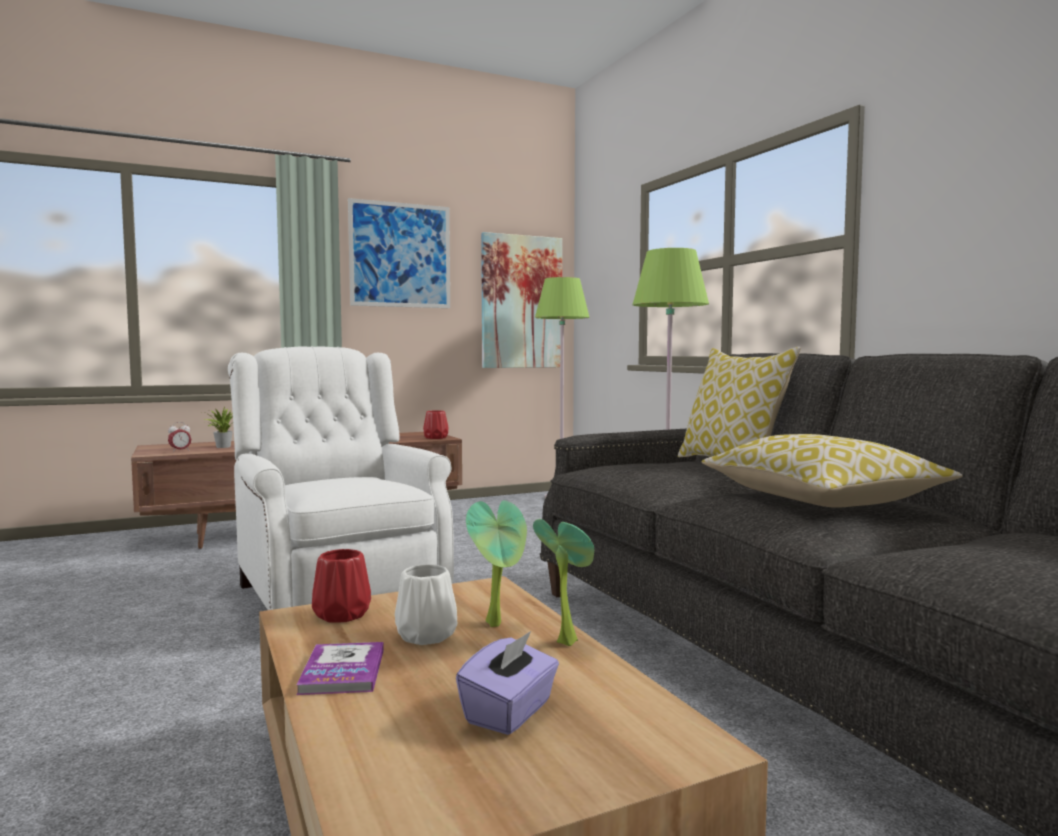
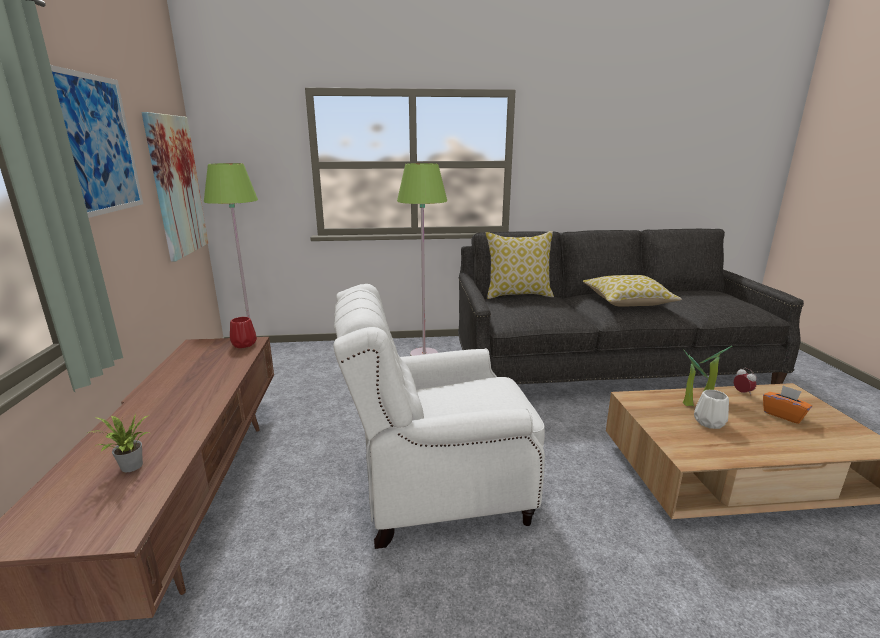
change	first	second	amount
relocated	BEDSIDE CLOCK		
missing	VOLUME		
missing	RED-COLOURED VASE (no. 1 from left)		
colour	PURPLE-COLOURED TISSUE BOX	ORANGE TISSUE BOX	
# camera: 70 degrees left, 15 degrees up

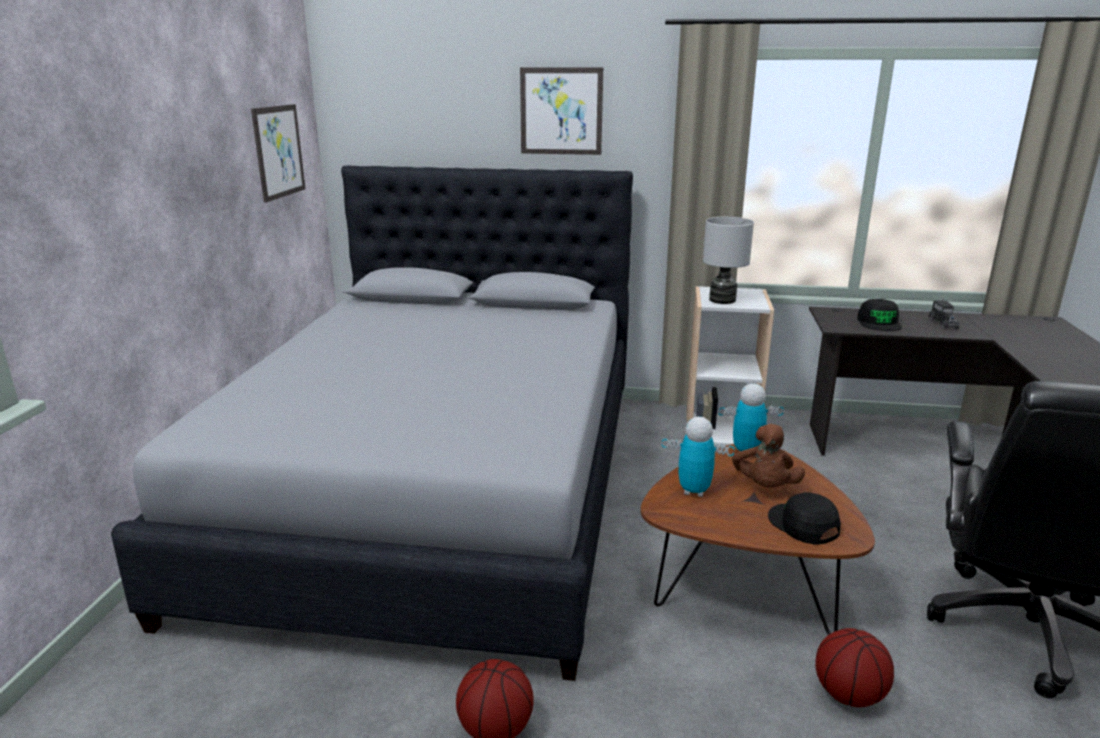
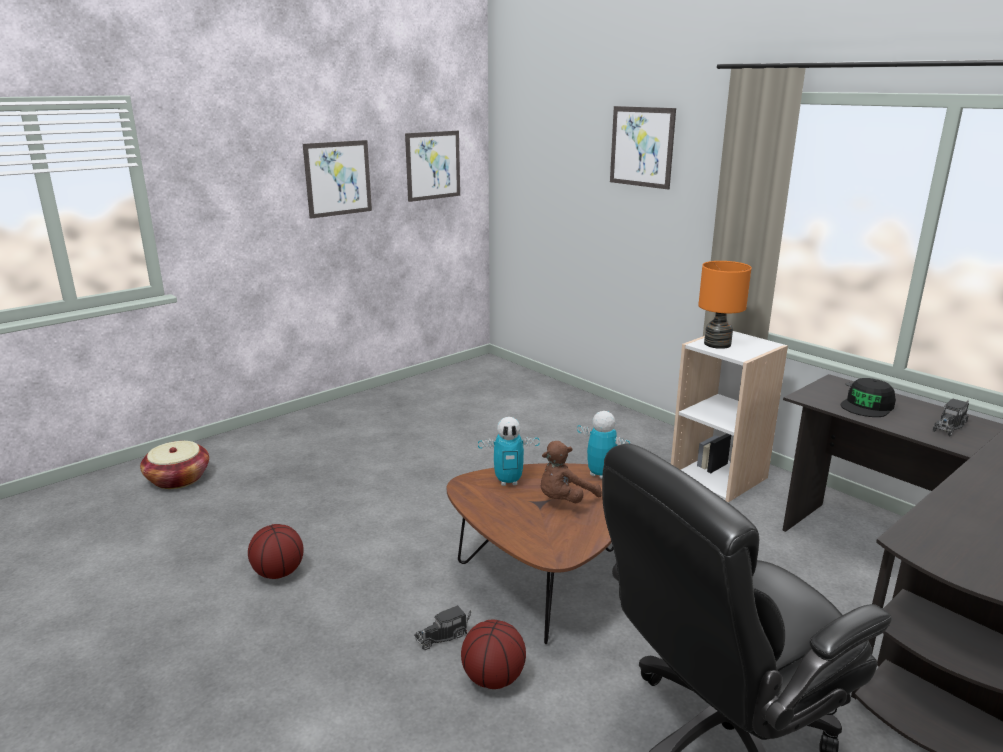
change	first	second	amount
missing	GREY BED		
spun	TOY ROBOT (no. 1 from left)		120 degrees clockwise
colour	GREY TABLE LAMP	ORANGE TABLE LAMP	
missing	BLACK BASEBALL CAP (no. 1 from left)		
appeared		HOUSEHOLD BASKET	
appeared		WALL PICTURE (no. 1 from left)	
appeared		MODEL TRUCK (no. 1 from left)	
# camera: 40 degrees right, 0 degrees up

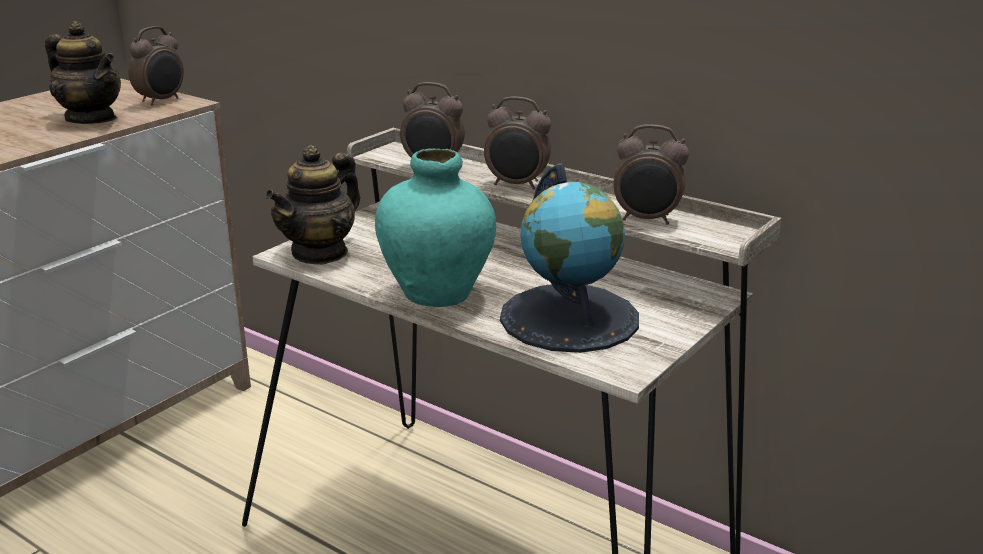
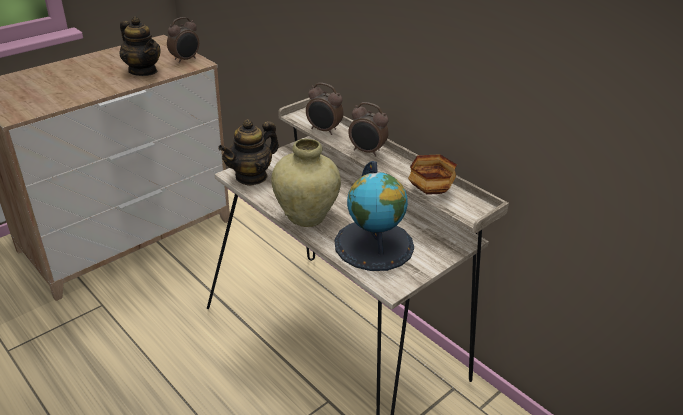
change	first	second	amount
colour	BLUE-GREEN VASE	SAND-COLOURED VASE	
exchanged	BEDSIDE CLOCK (no. 4 from left)	DEEP DISH	
# camera: 10 degrees right, 10 degrees up

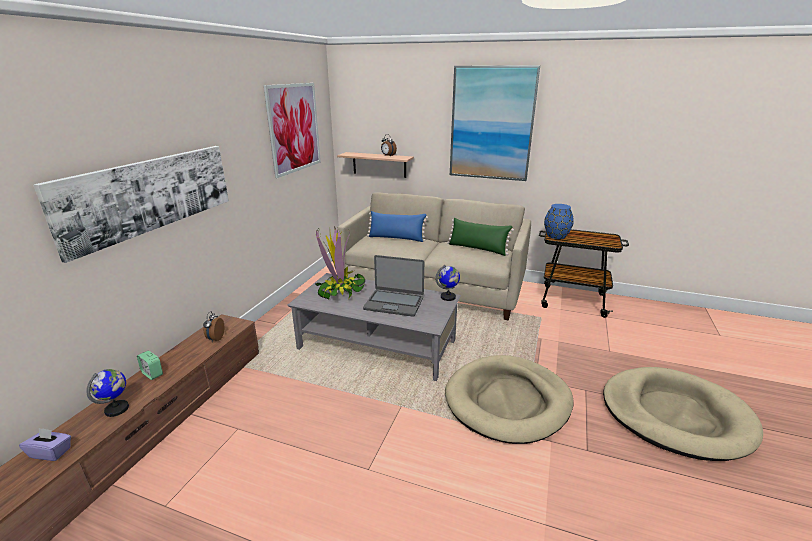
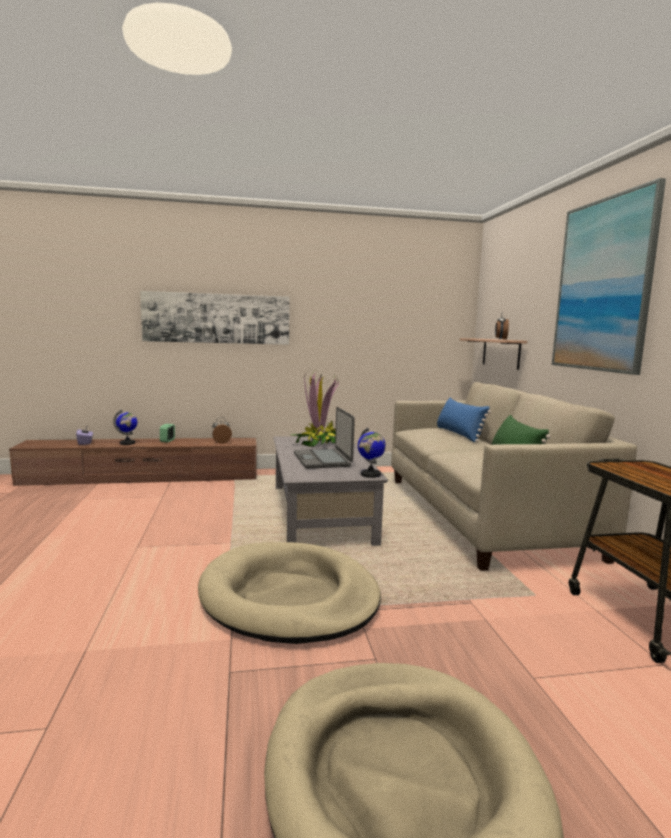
change	first	second	amount
missing	WALL PICTURE (no. 2 from left)		
missing	BLUISH VASE		
# camera: 60 degrees right, 15 degrees down

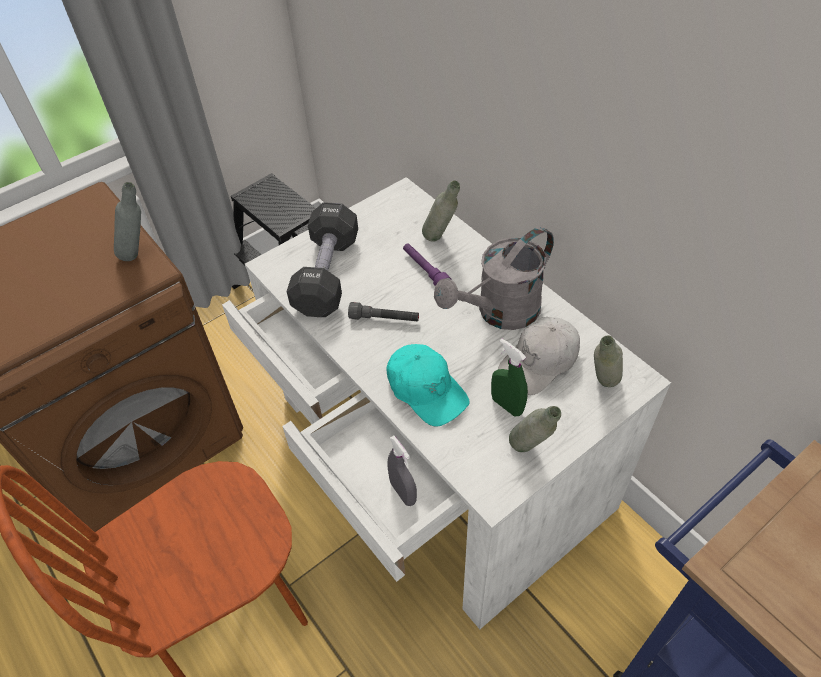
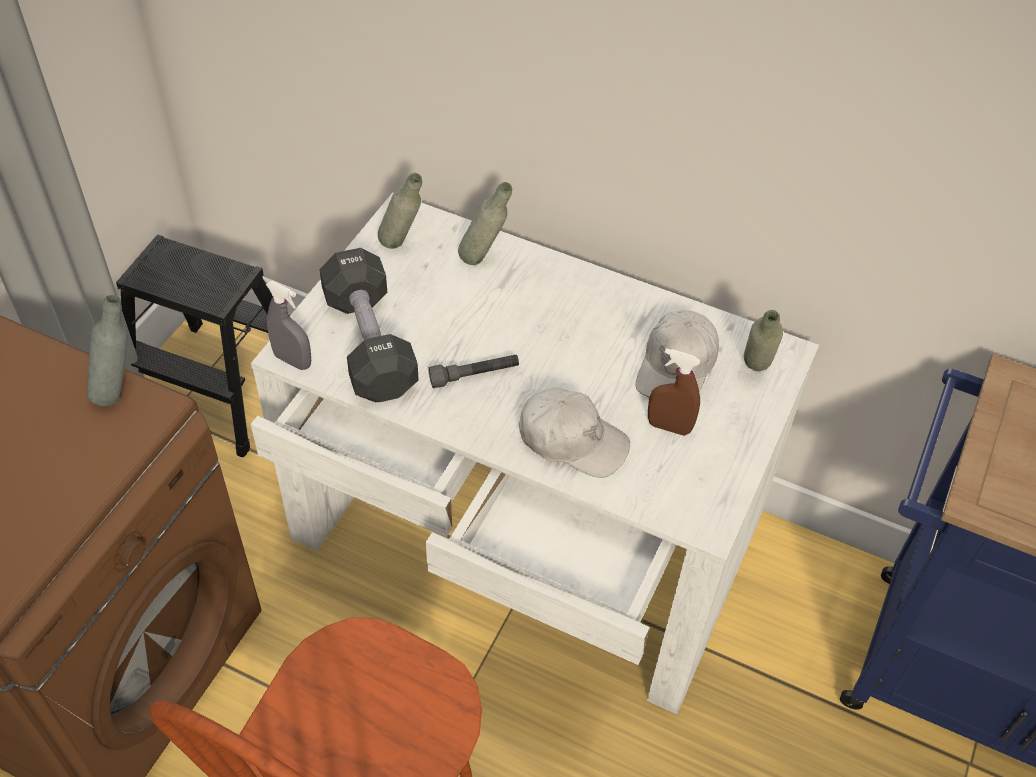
change	first	second	amount
colour	BLUE-GREEN BASEBALL CAP	WHITISH BASEBALL CAP (no. 1 from left)	
relocated	GREY HAND SPRAYER		
missing	PURPLE-COLOURED FLASHLIGHT		
missing	GREY WATERING CAN		
colour	GREENISH HAND SPRAYER	BROWN HAND SPRAYER	
relocated	GREY BEVERAGE BOTTLE (no. 3 from left in the first image)	GREY BEVERAGE BOTTLE (no. 2 from left)	
# camera: 30 degrees left, 0 degrees up

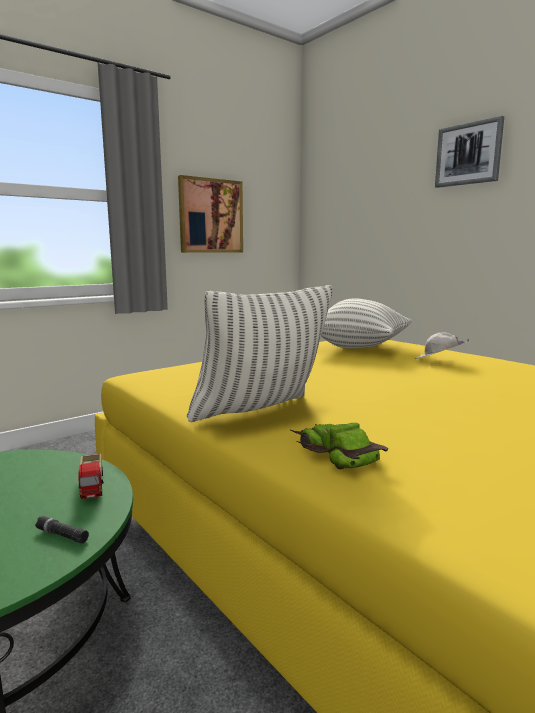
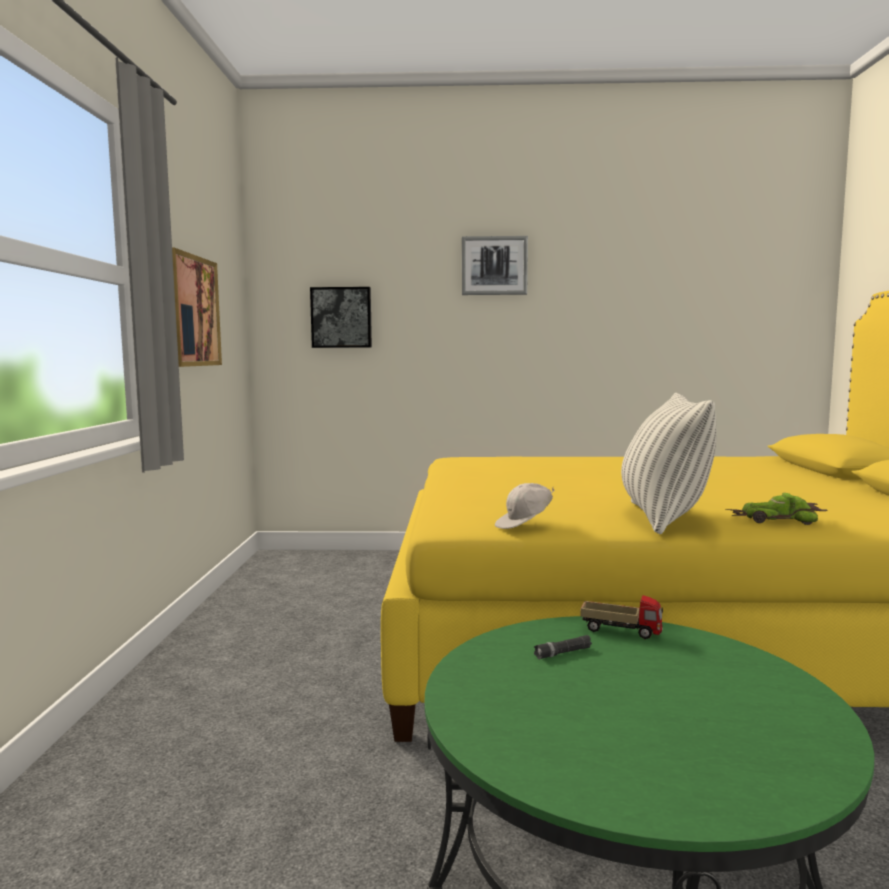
change	first	second	amount
relocated	BLACK FLASHLIGHT		
missing	PILLOW (no. 2 from left)		
relocated	WHITISH BASEBALL CAP		
appeared		WALL PICTURE (no. 2 from left)	
# camera: 50 degrees left, 5 degrees down

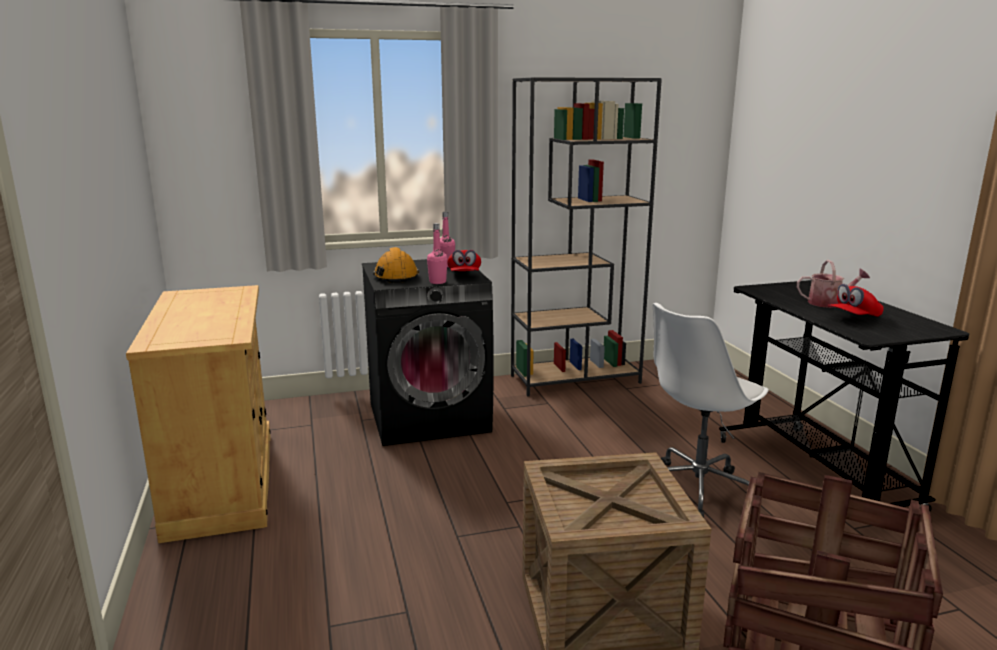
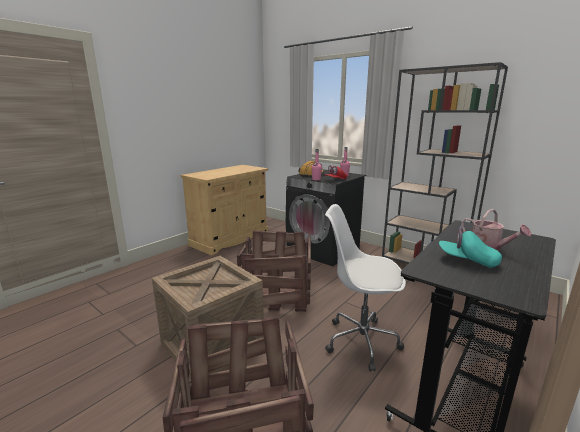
change	first	second	amount
colour	RED-COLOURED BASEBALL CAP (no. 2 from left)	BLUE-GREEN BASEBALL CAP	
appeared		PACKING CRATE (no. 3 from left)	
# camera: 55 degrees right, 0 degrees up

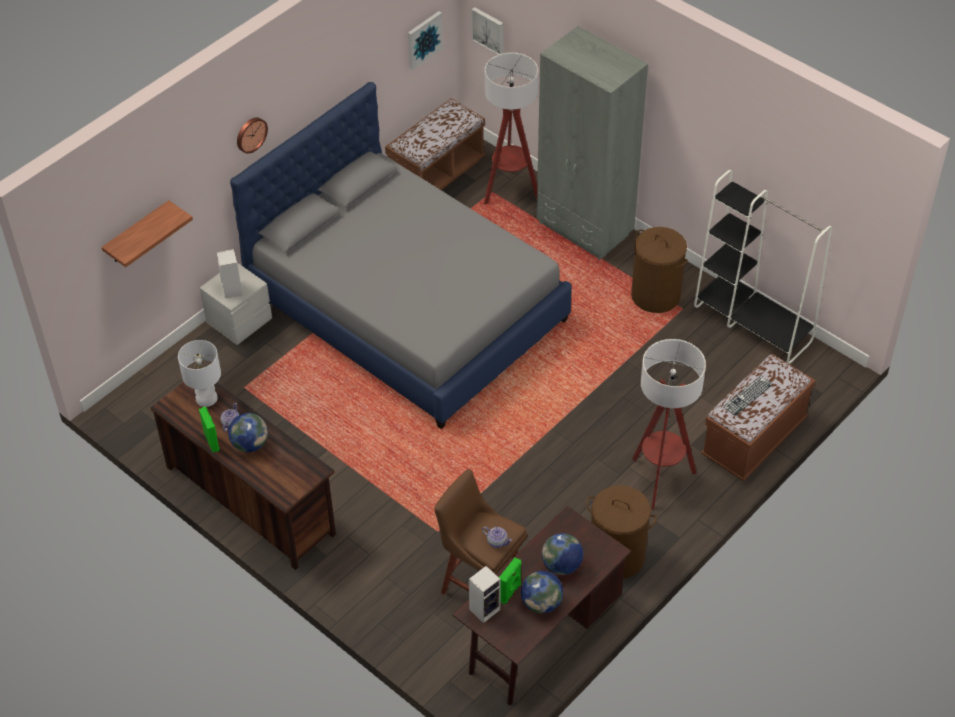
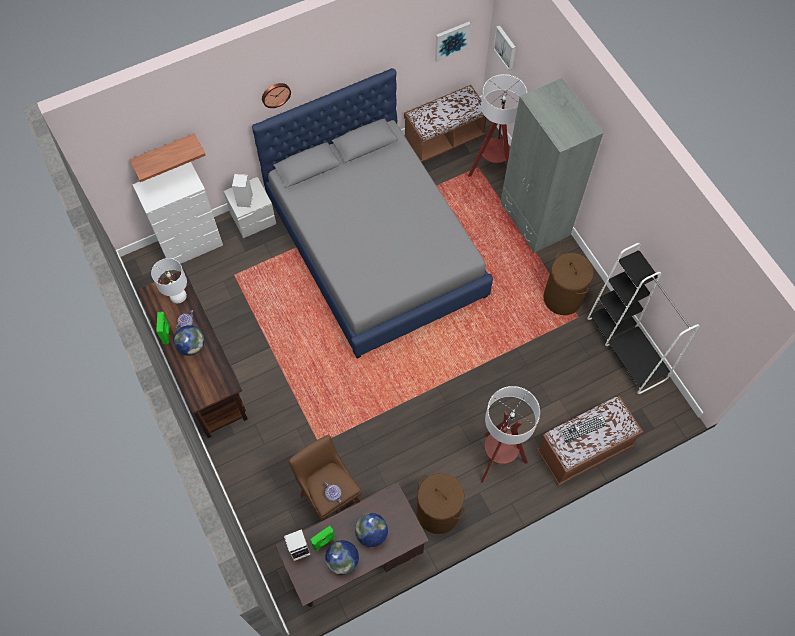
change	first	second	amount
appeared		WHITISH DRAWER CHEST	
# camera: 20 degrees right, 15 degrees up

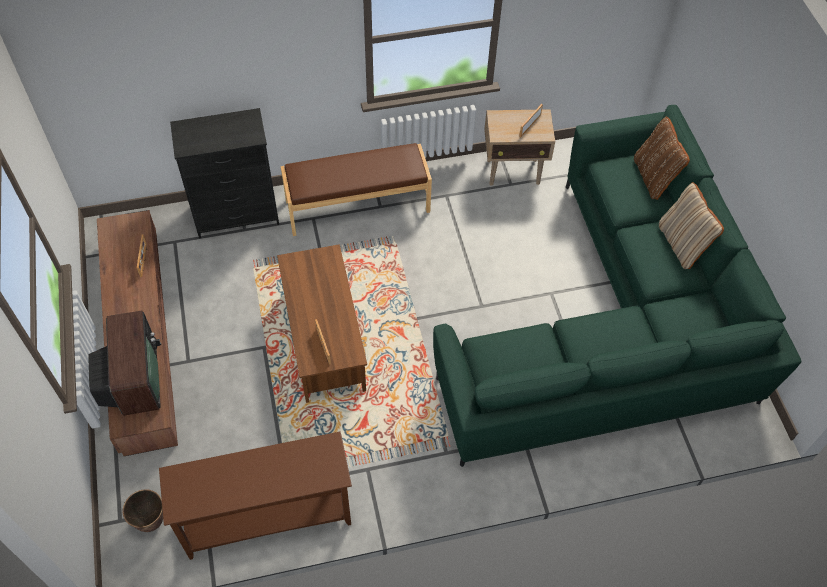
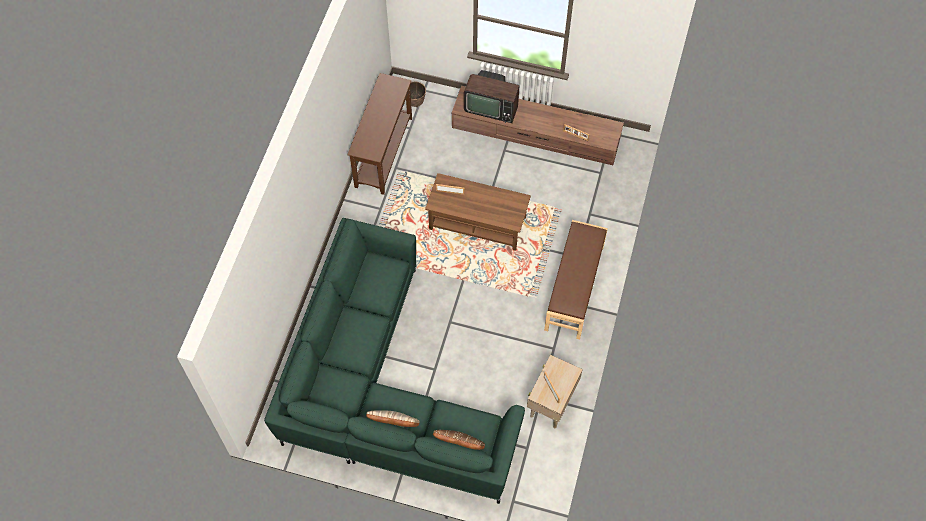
change	first	second	amount
missing	BLACK DRAWER CHEST		
# camera: 120 degrees right, 5 degrees up

